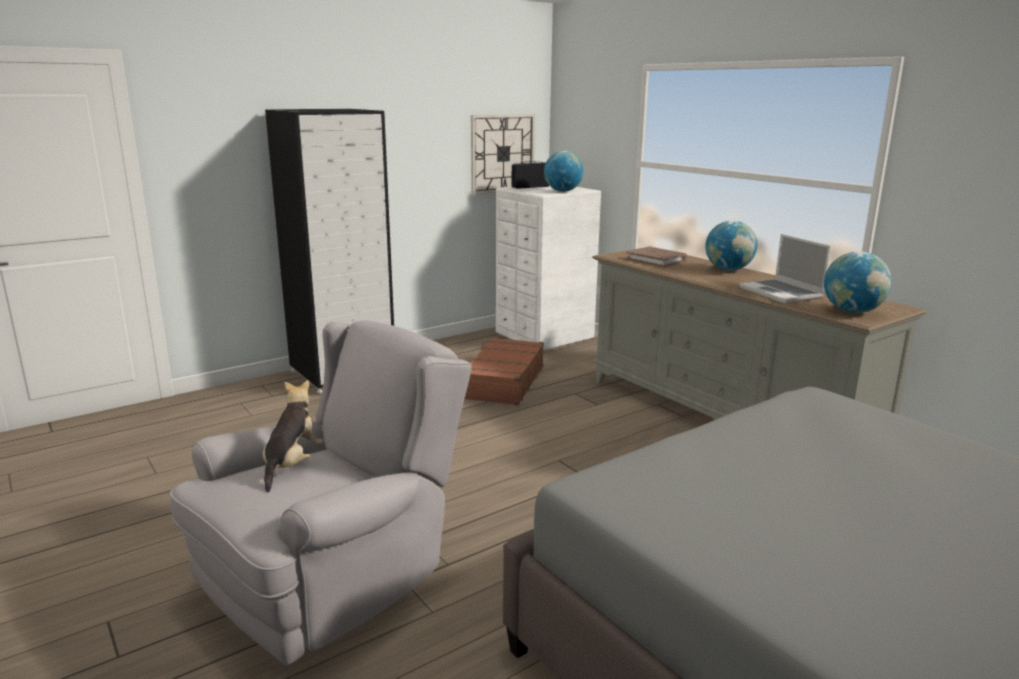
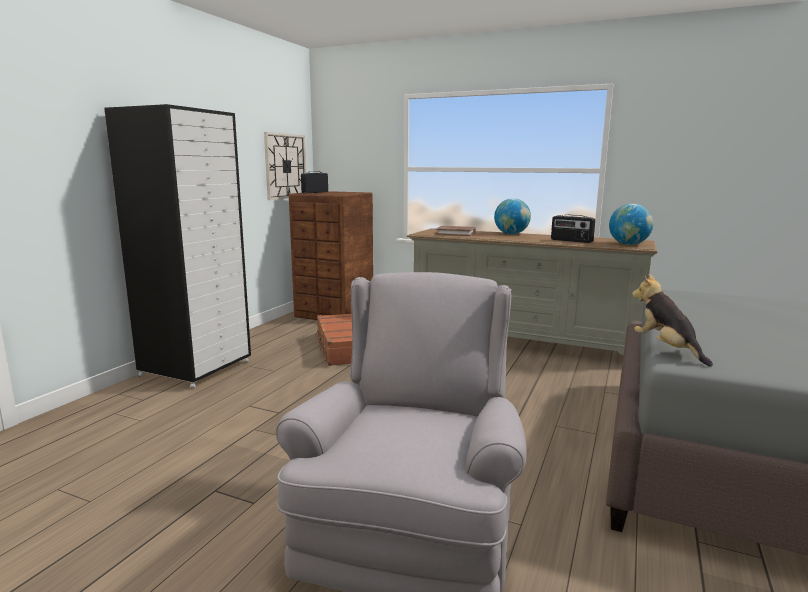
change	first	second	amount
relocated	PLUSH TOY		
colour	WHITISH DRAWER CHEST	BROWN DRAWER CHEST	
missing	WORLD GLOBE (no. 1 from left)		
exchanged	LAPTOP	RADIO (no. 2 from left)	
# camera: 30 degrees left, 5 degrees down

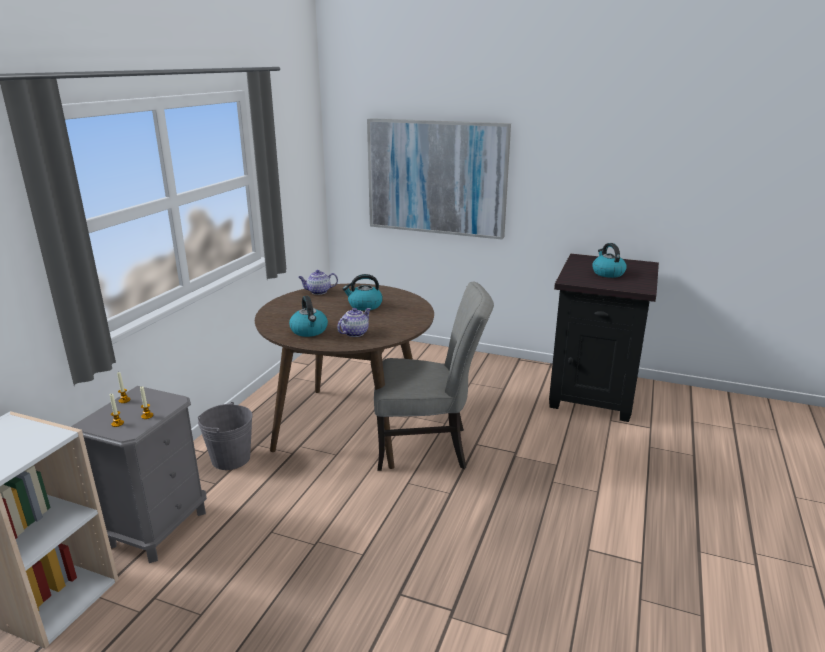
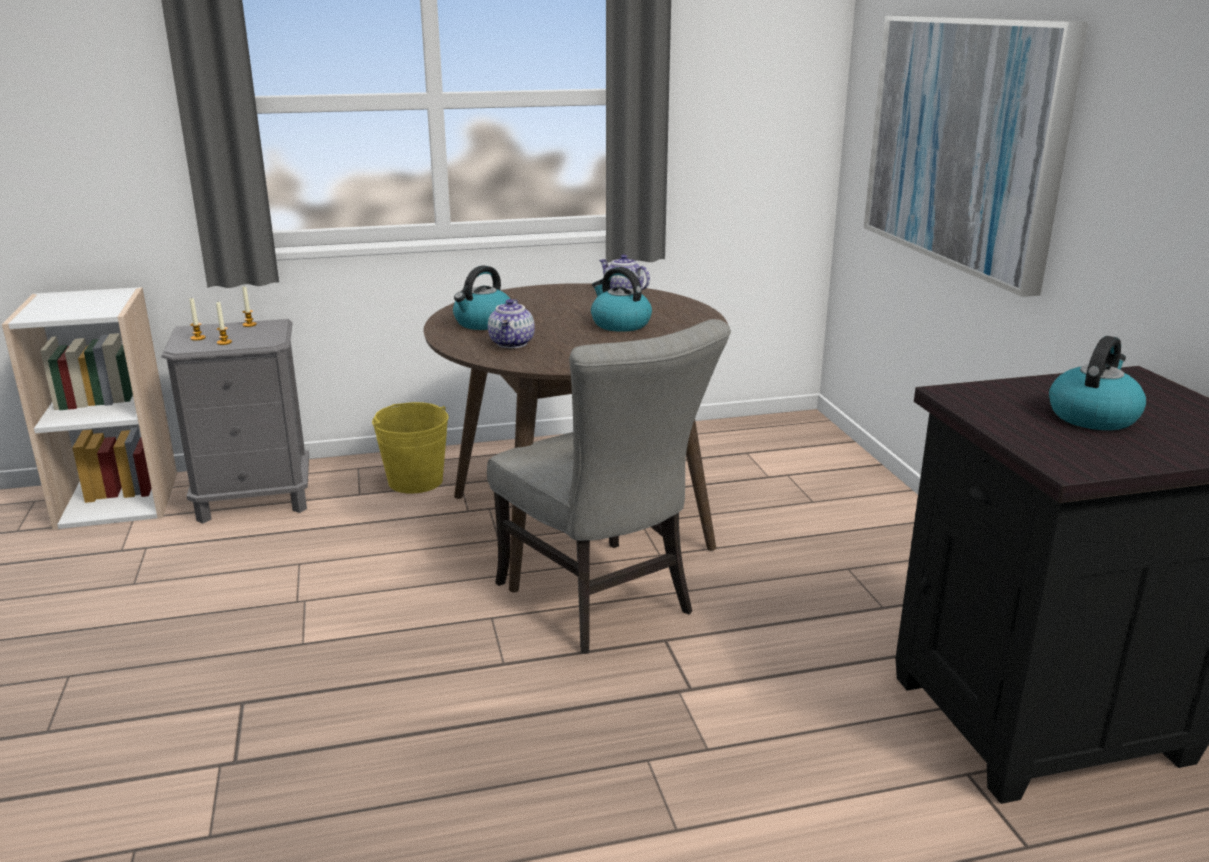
change	first	second	amount
colour	GREY PAIL	YELLOW-COLOURED PAIL	
spun	TEAPOT (no. 2 from left in the first image)	TEAPOT (no. 1 from left)	90 degrees clockwise
# camera: 55 degrees right, 0 degrees up

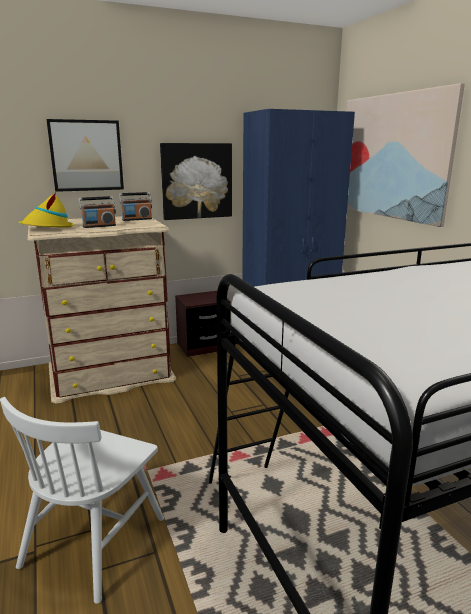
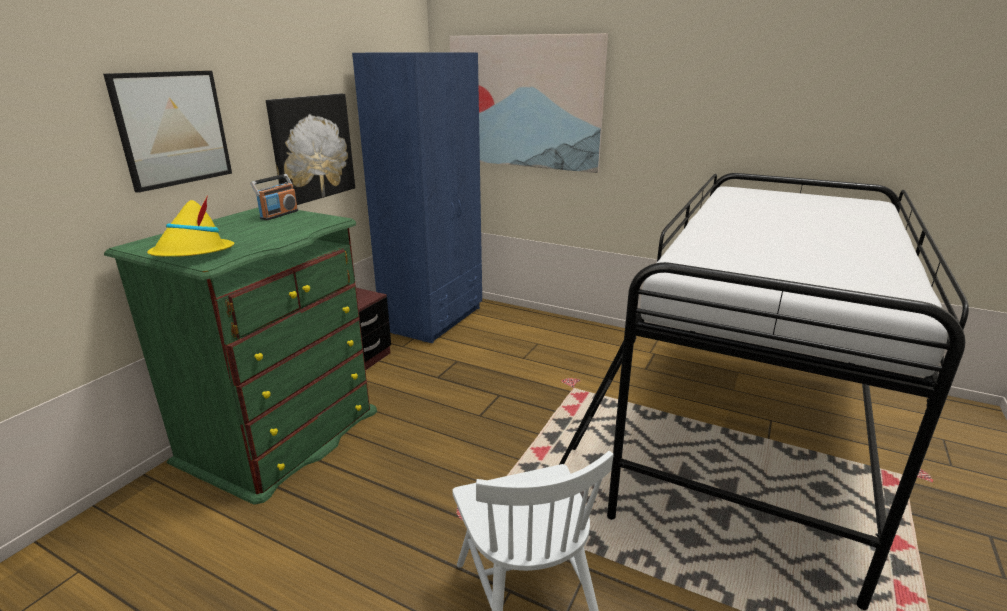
change	first	second	amount
colour	SAND-COLOURED DRAWER CHEST	GREENISH DRAWER CHEST	
missing	RADIO (no. 1 from left)		
# camera: 40 degrees left, 5 degrees up

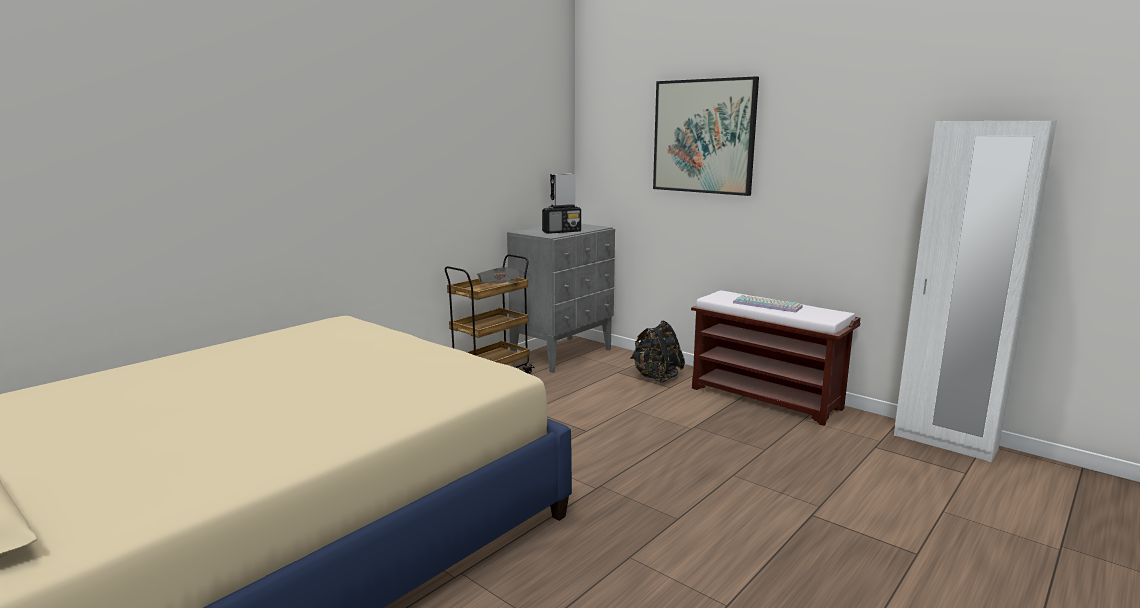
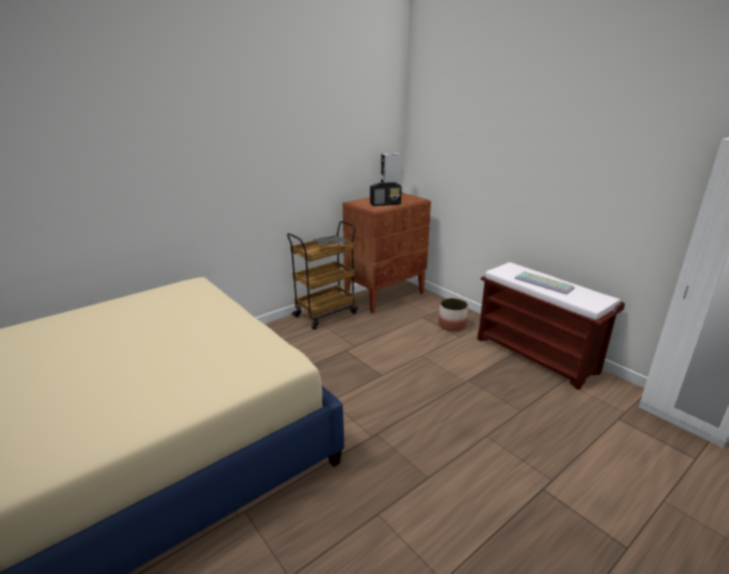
change	first	second	amount
colour	GREY DRAWER CHEST	BROWN DRAWER CHEST	
exchanged	BLACK KNAPSACK	FLOWER POT	
missing	WALL PICTURE		
# camera: 10 degrees right, 10 degrees up

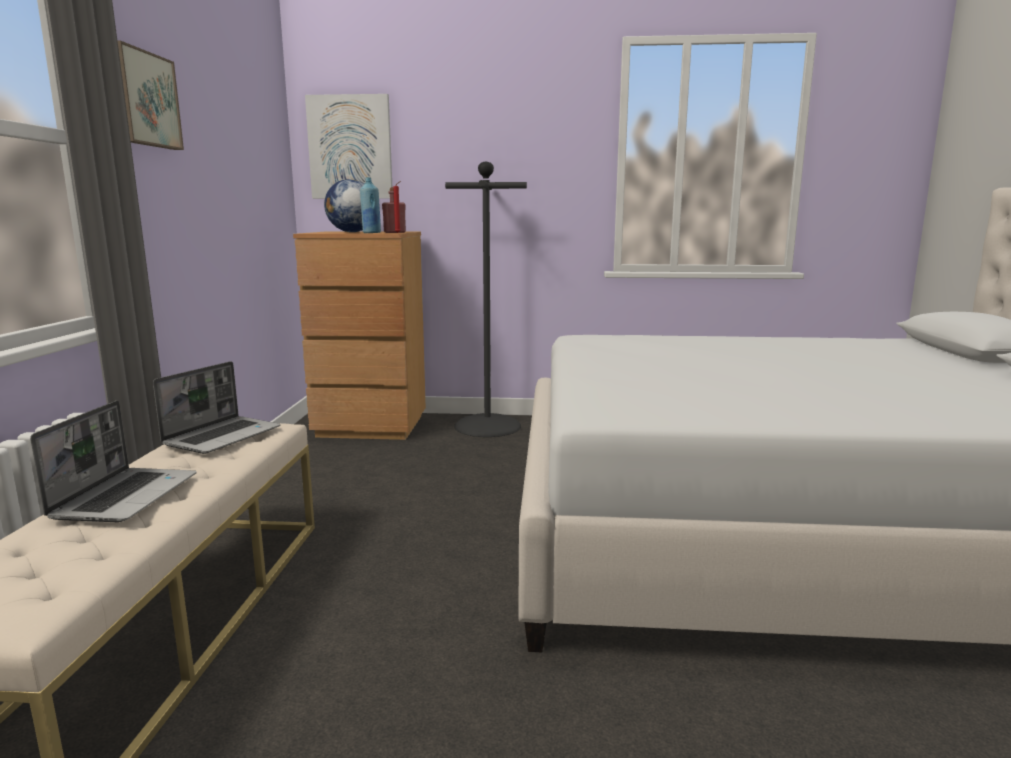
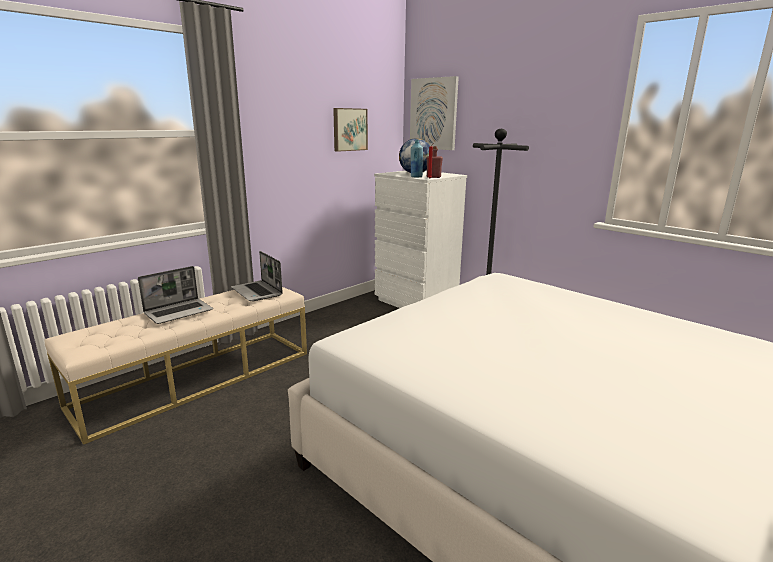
change	first	second	amount
relocated	WALL PICTURE (no. 1 from left)		
spun	LAPTOP (no. 2 from left)		75 degrees clockwise
colour	BROWN DRAWER CHEST	WHITISH DRAWER CHEST	
# camera: 40 degrees right, 5 degrees up

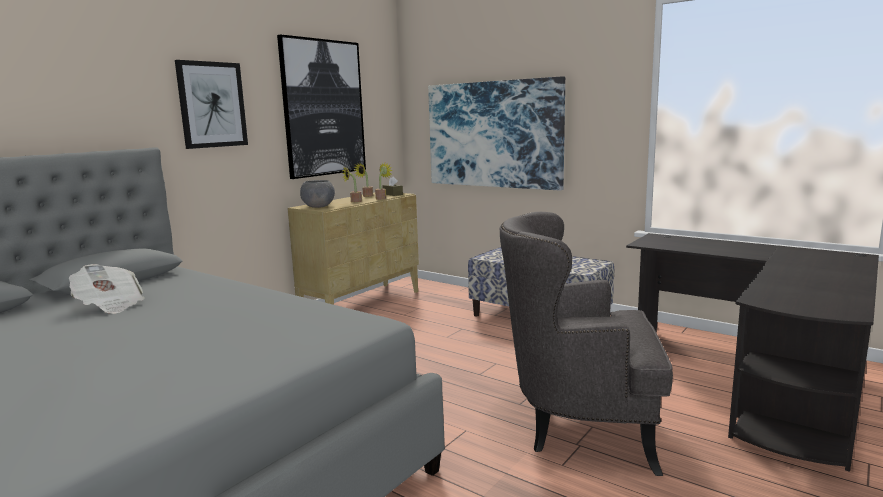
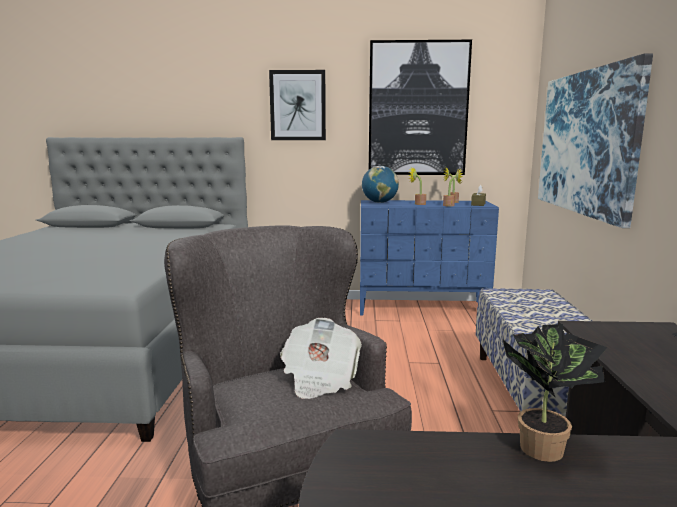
change	first	second	amount
relocated	NEWSPAPER		
colour	SAND-COLOURED DRAWER CHEST	BLUISH DRAWER CHEST	
exchanged	GREY DEEP DISH	WORLD GLOBE	
appeared		PLANT IN A POT (no. 4 from left)	
# camera: 55 degrees right, 0 degrees up

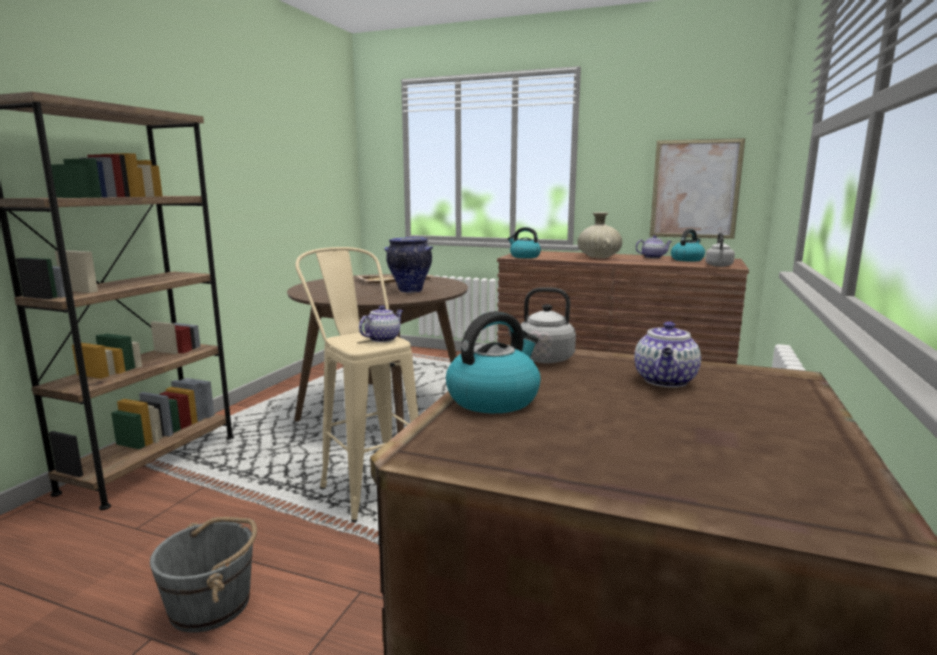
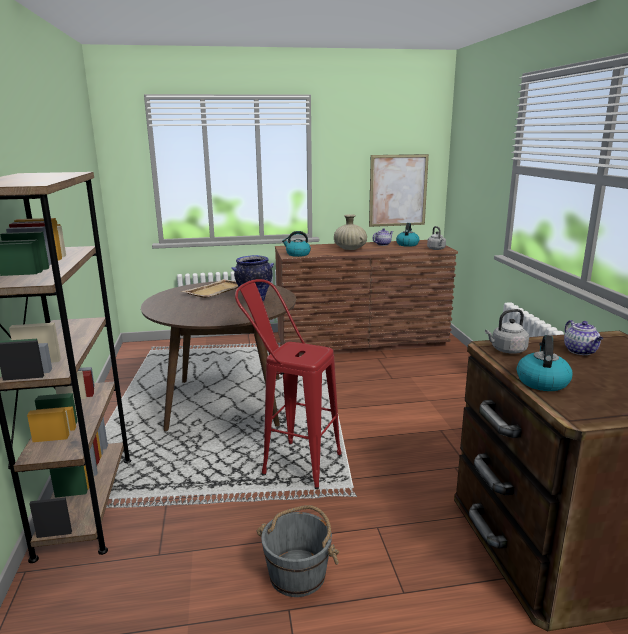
change	first	second	amount
colour	SAND-COLOURED STOOL	RED-COLOURED STOOL	
missing	TEAPOT (no. 1 from left)		
# camera: 30 degrees left, 5 degrees up

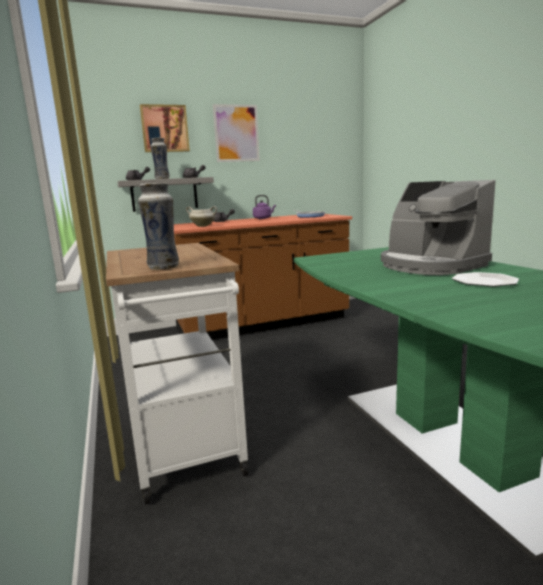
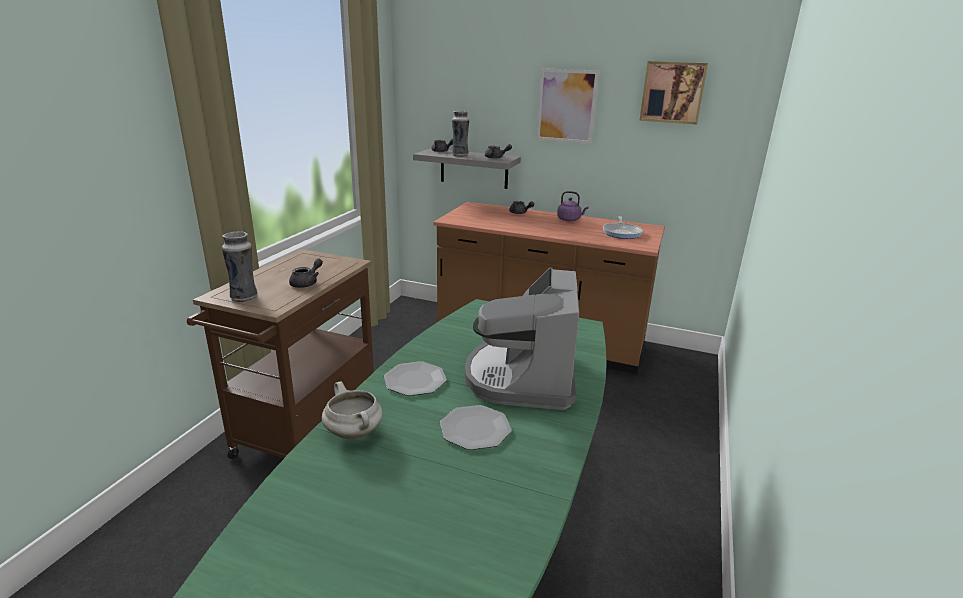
change	first	second	amount
colour	WHITISH CART	BROWN CART	
relocated	WALL PICTURE (no. 1 from left in the first image)	WALL PICTURE (no. 2 from left)	
relocated	WHITISH STOCKPOT		
appeared		GREY TEAPOT (no. 1 from left)	
appeared		DINNER PLATE (no. 1 from left)	
# camera: 40 degrees right, 10 degrees up

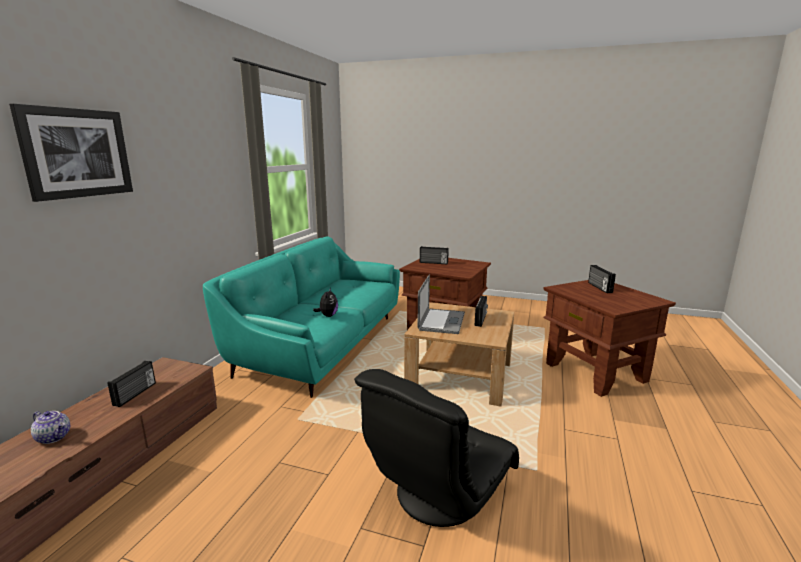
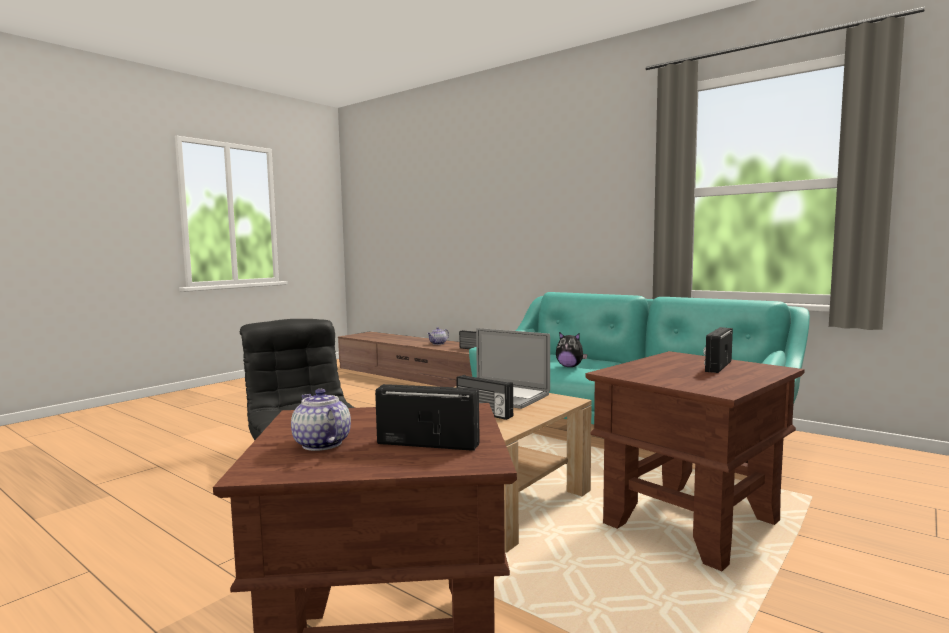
change	first	second	amount
missing	WALL PICTURE		
appeared		TEAPOT (no. 1 from left)	
# camera: 110 degrees right, 10 degrees down

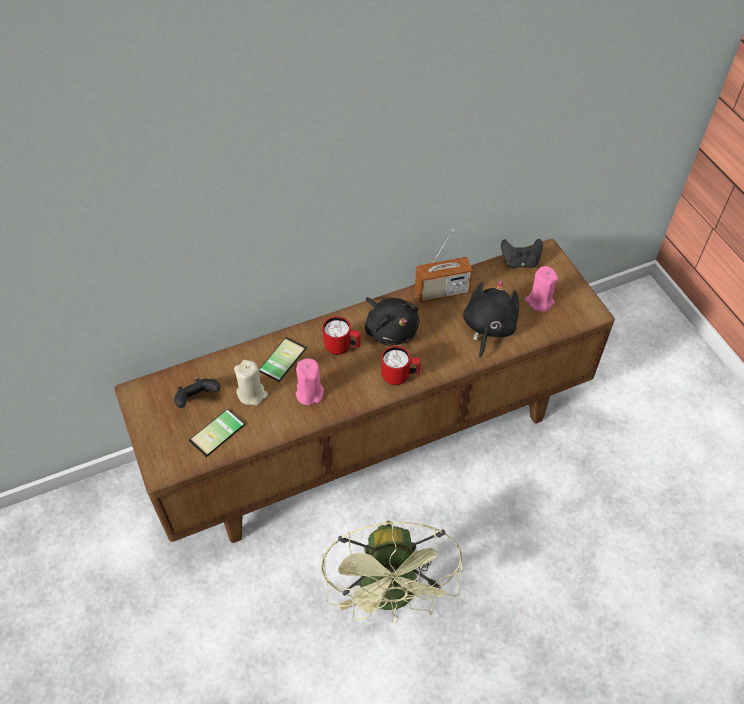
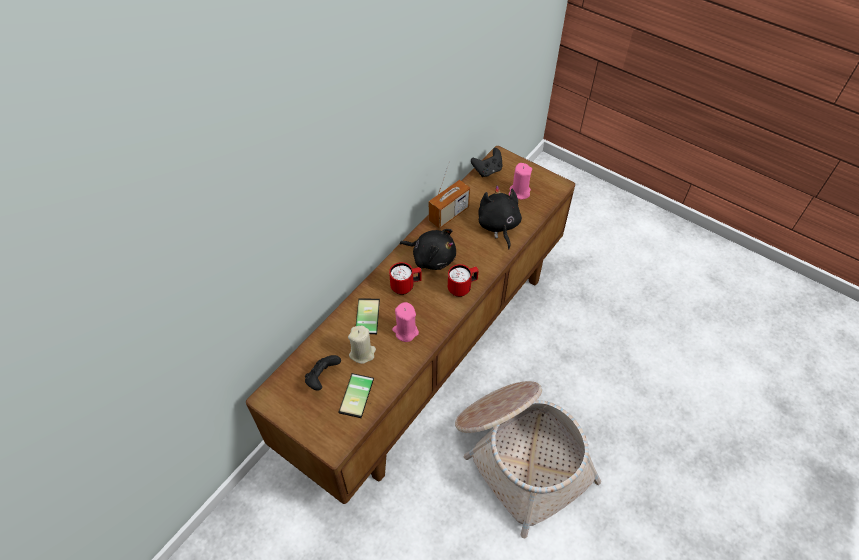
change	first	second	amount
exchanged	GREENISH COOLING FAN	HOUSEHOLD BASKET	
# camera: 30 degrees left, 0 degrees up

